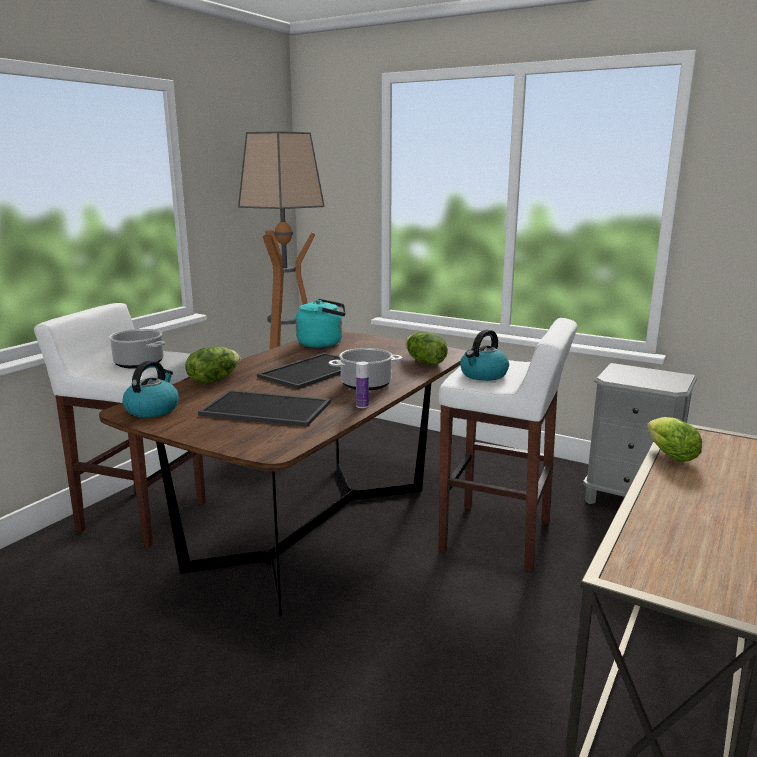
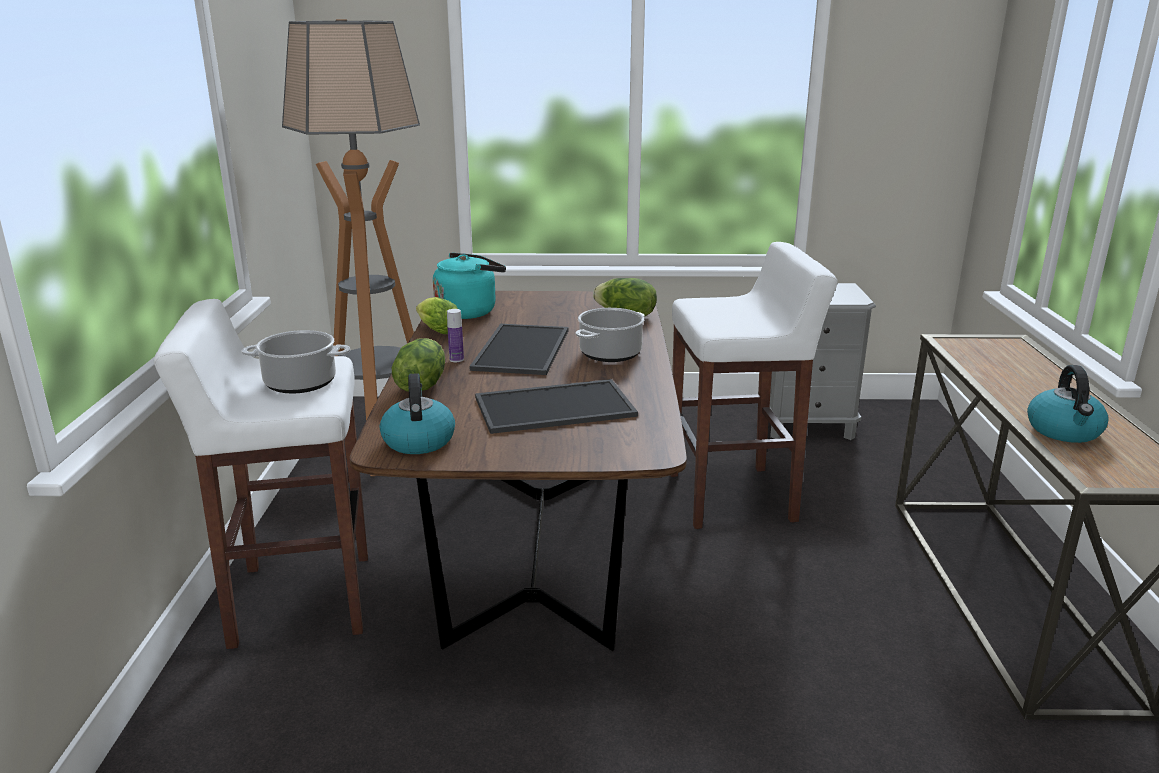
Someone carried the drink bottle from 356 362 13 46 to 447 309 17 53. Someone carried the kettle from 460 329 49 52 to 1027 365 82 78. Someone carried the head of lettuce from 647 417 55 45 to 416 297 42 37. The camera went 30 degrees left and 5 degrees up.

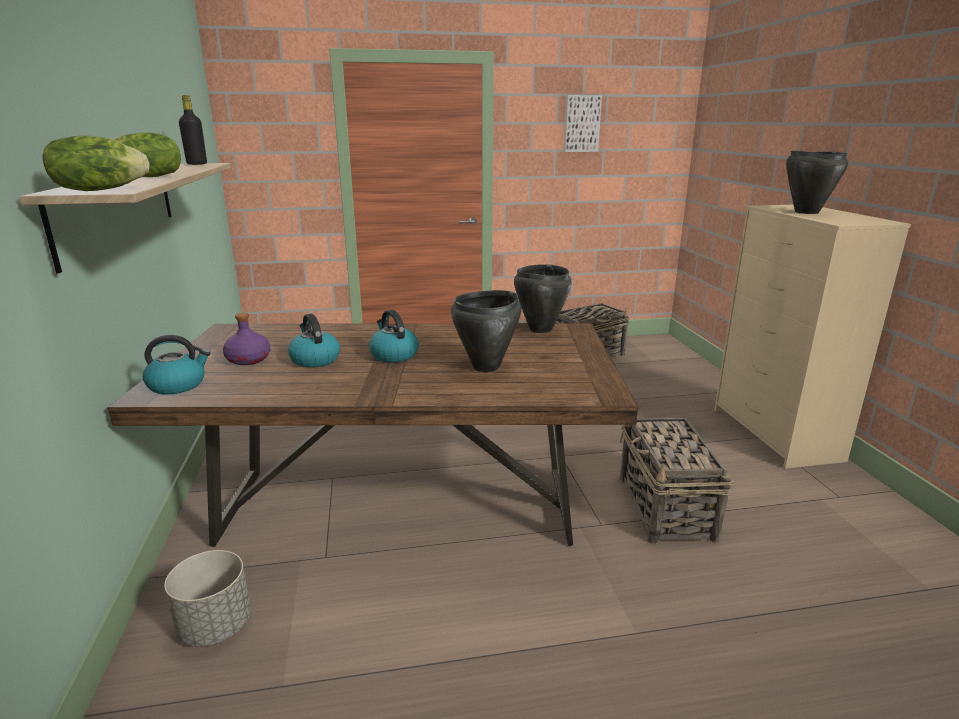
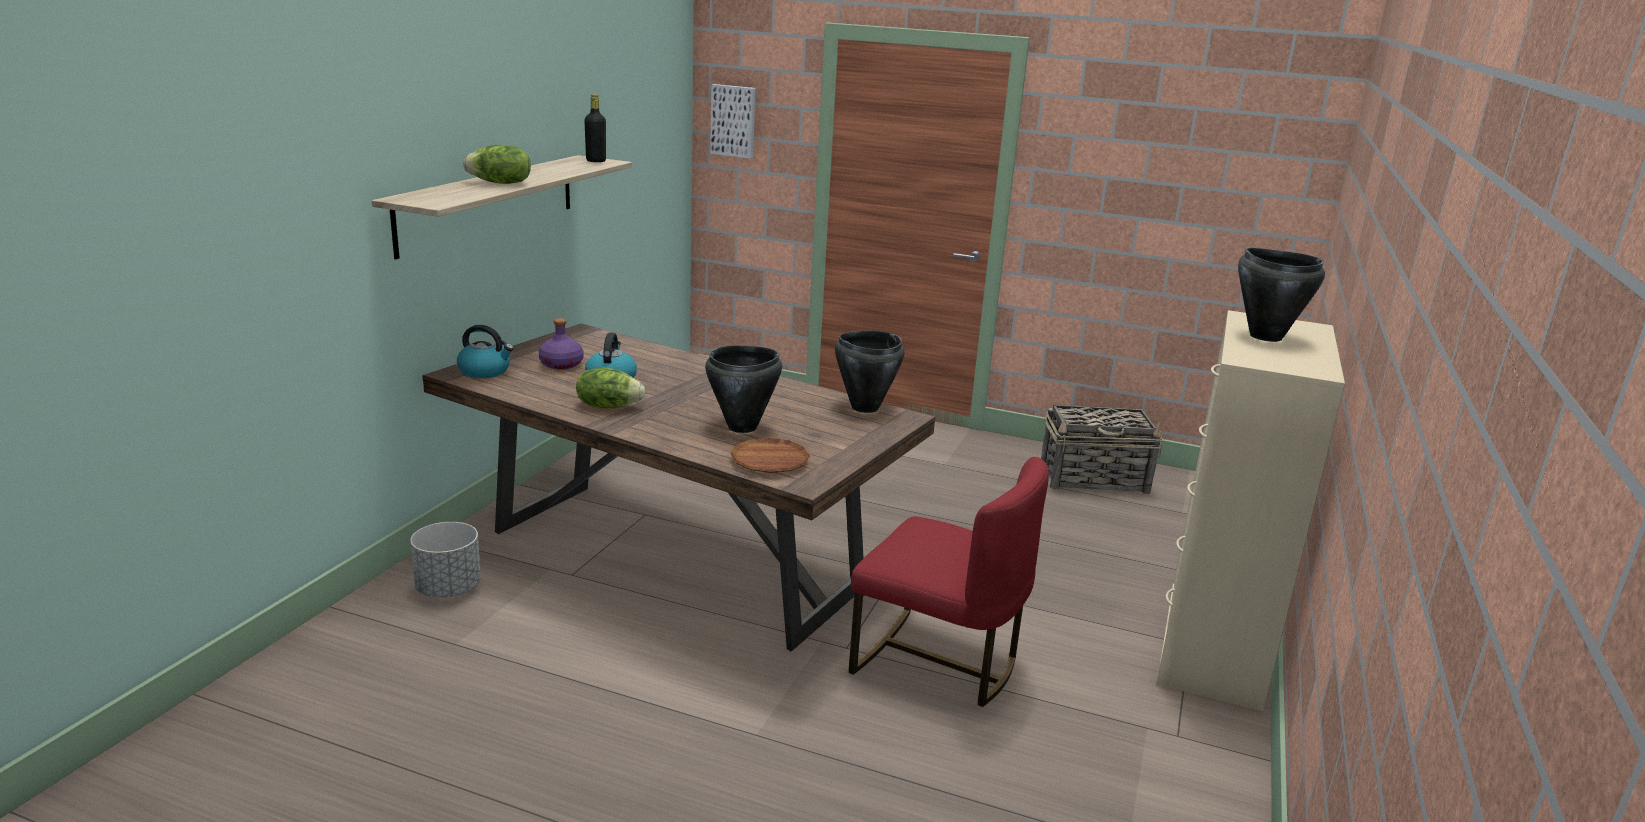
Someone carried the head of lettuce from 43 135 107 56 to 576 368 69 40. Someone took away the kettle at 369 310 50 53. Someone carried the wall art from 564 95 38 57 to 710 84 45 75. Someone swapped the household basket at 620 418 113 126 for the plain chair (reddish) at 849 457 200 250. Someone put down the plate (brown) at 730 438 80 35. The camera went 30 degrees right and 0 degrees up.

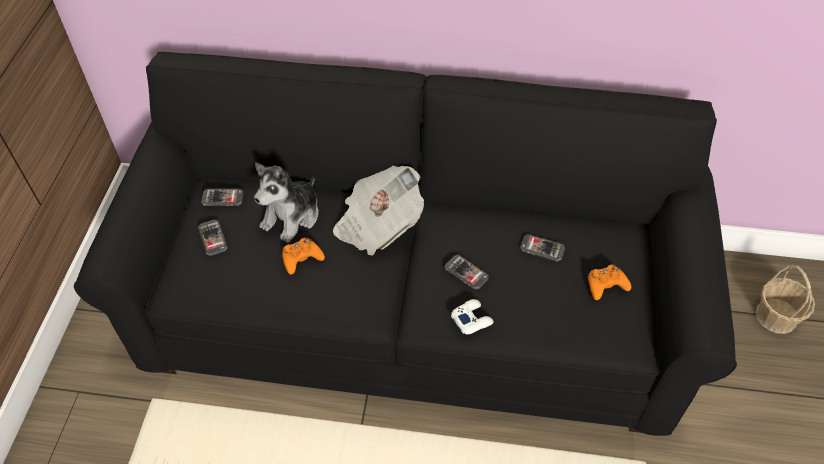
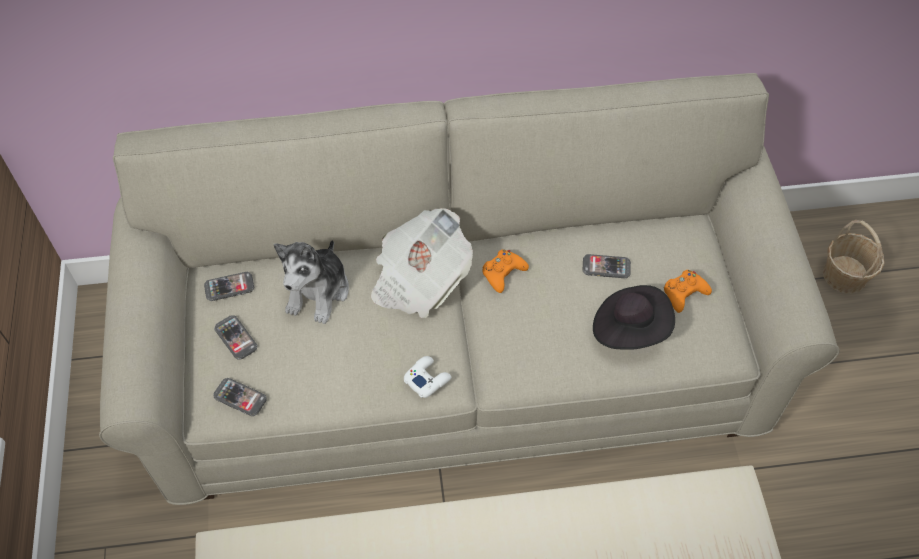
Someone repainted the sofa (blackish) at 74 52 663 384, which became the sofa (beige-coloured) at 99 73 741 432. Someone carried the game controller (orange) from 282 238 43 37 to 483 250 46 43. Someone carried the phone from 445 255 44 34 to 213 378 54 38. Someone carried the game controller (white) from 451 299 42 36 to 404 356 47 42. Someone put down the clothing hat (blackish) at 593 285 82 65. The camera went 15 degrees left and 5 degrees up.

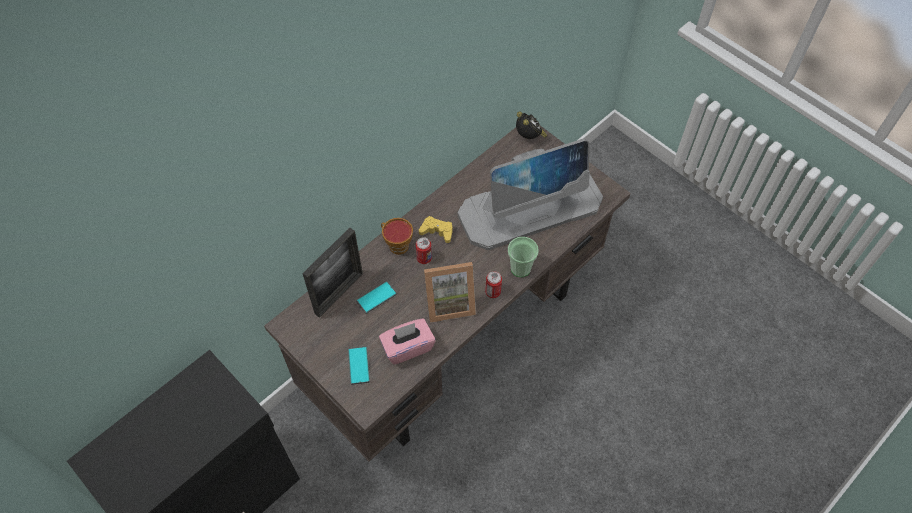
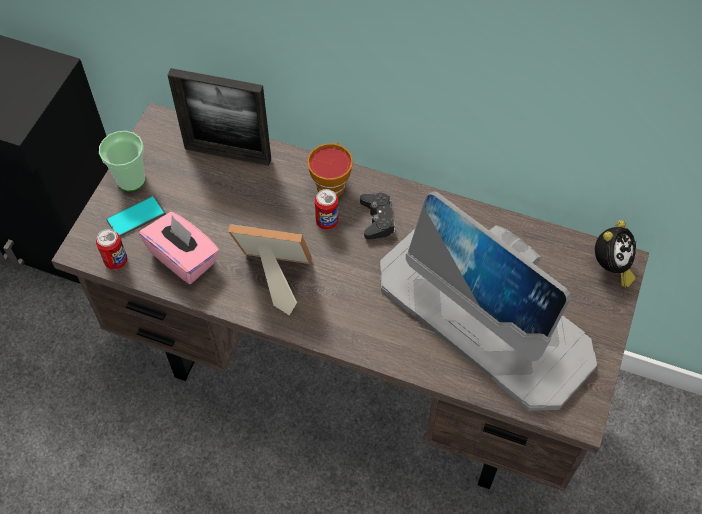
Someone took away the phone at 356 281 41 33. Someone repainted the game controller (yellowish) at 419 216 33 27, which became the game controller (blackish) at 360 193 35 47. Someone rotated the picture frame at 424 262 52 61 by 135 degrees clockwise. Someone carried the sealed can from 485 271 17 27 to 96 229 31 41. Someone carried the small cup from 508 237 31 40 to 99 131 47 61. The camera went 65 degrees right and 0 degrees up.

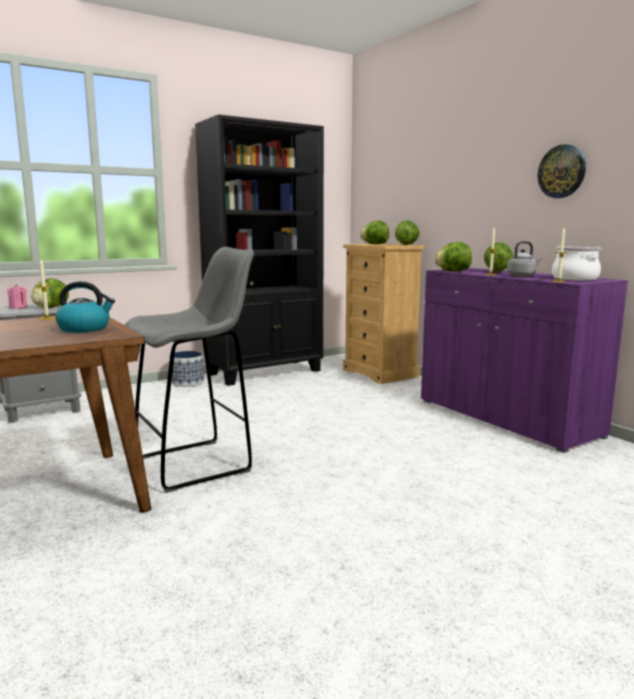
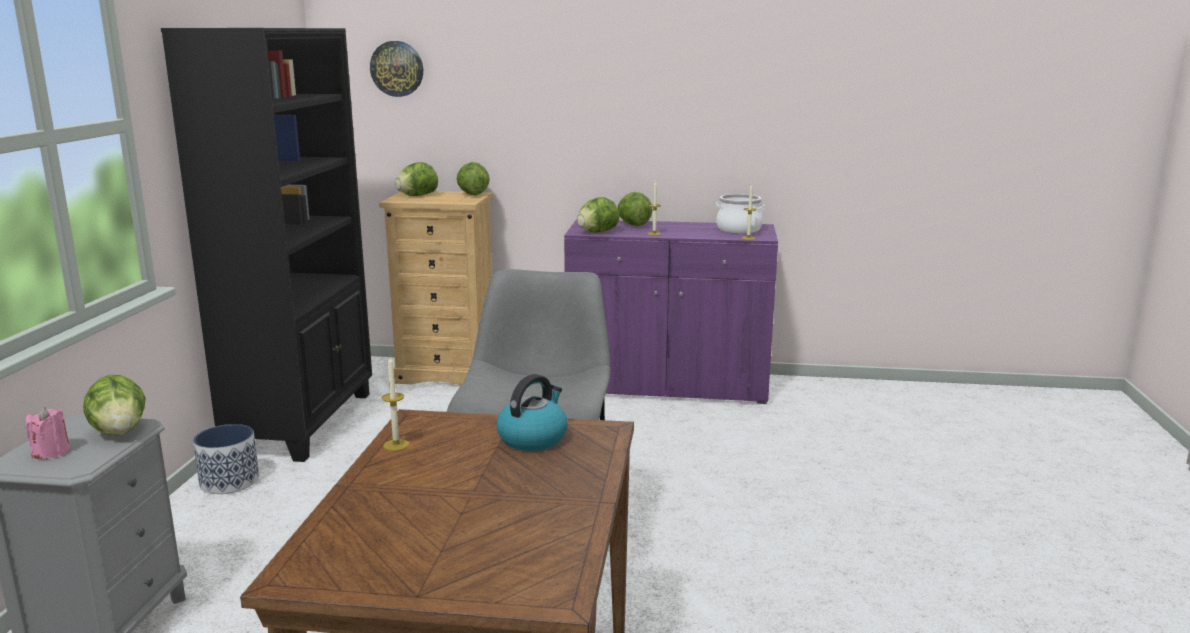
Someone took away the kettle (greyish) at 507 241 35 36. Someone carried the clock on the wall from 538 144 48 54 to 370 41 53 56. The camera went 50 degrees left and 5 degrees up.

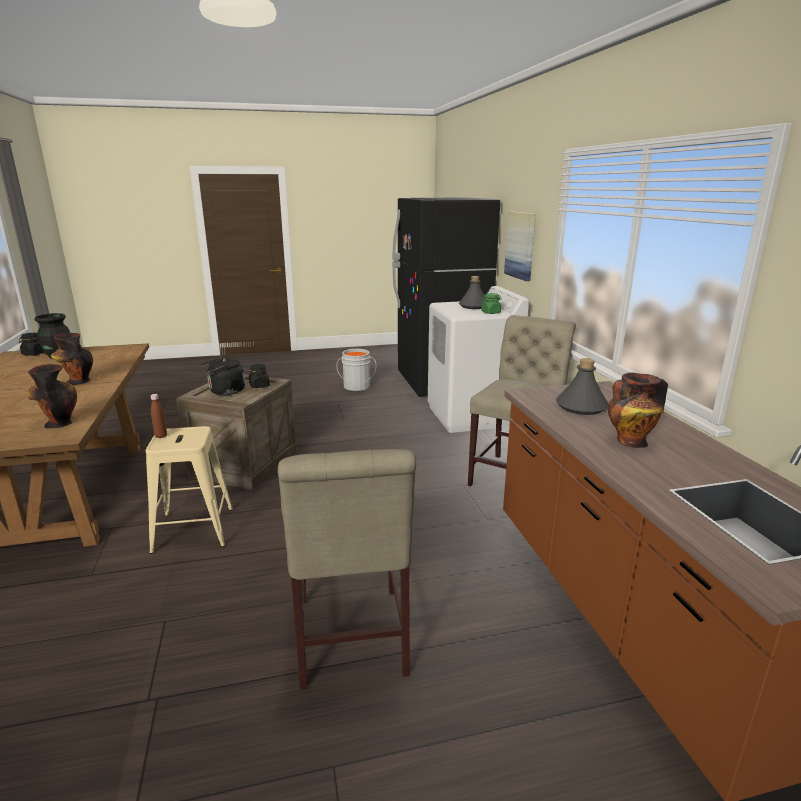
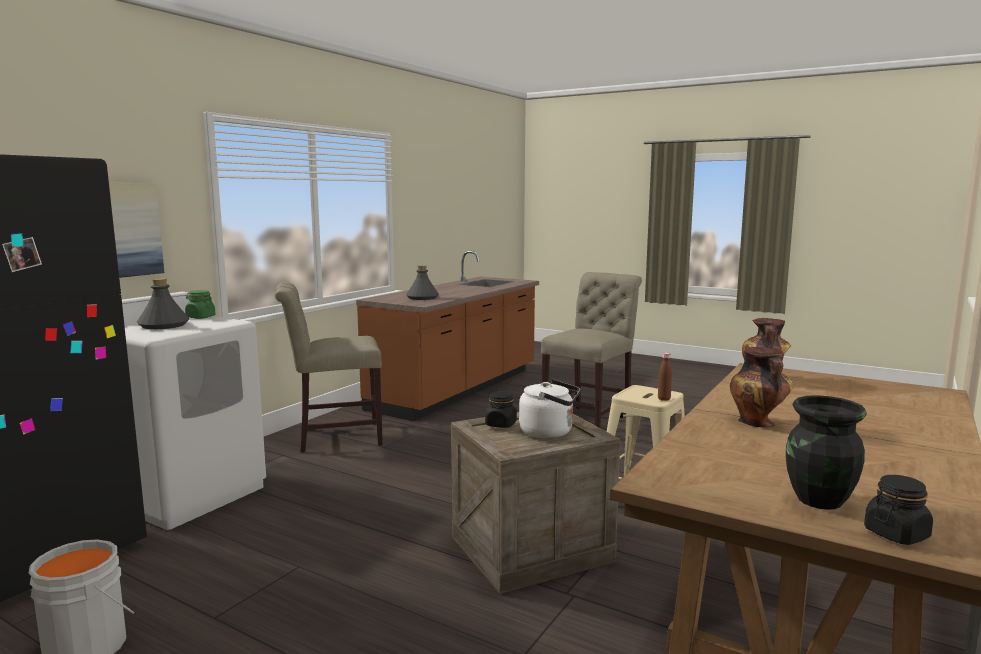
Someone repainted the kettle (blackish) at 202 356 43 39, which became the kettle (white) at 519 379 61 60. Someone took away the decorative vase at 608 372 60 76. The camera went 135 degrees left and 10 degrees down.

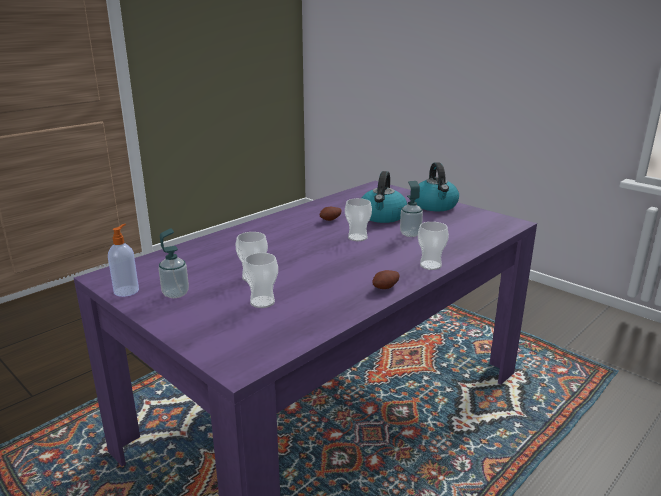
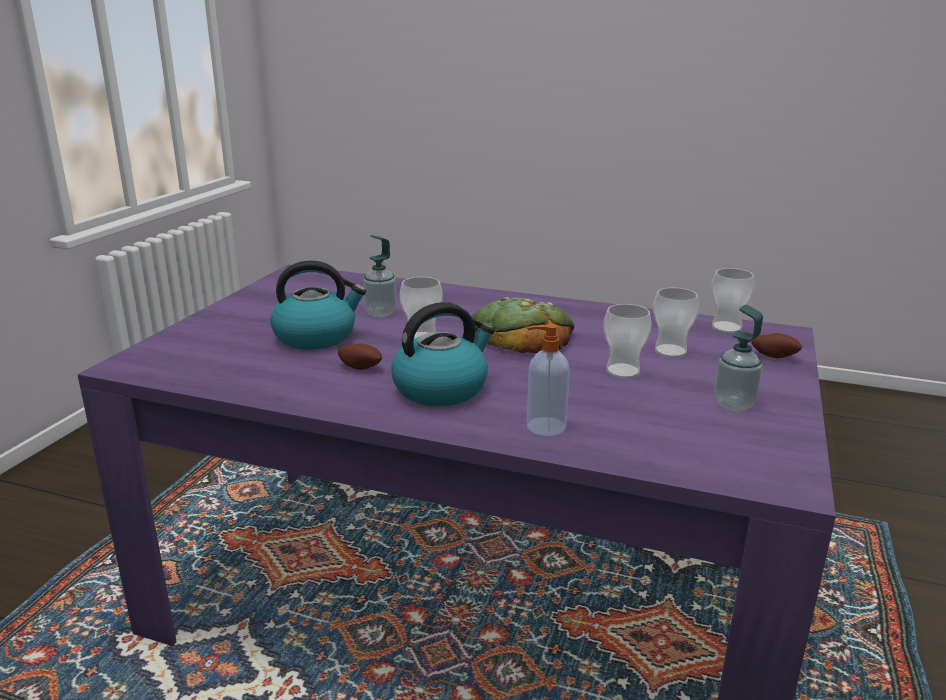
Someone carried the soap dispenser from 108 224 31 73 to 527 324 43 112. Someone carried the spud from 372 270 27 19 to 751 333 51 25. Someone carried the kettle from 414 162 45 49 to 391 302 104 104. Someone carried the small cup from 418 222 31 48 to 711 268 44 65. Someone put down the bakery bread at 471 297 104 56. The camera went 115 degrees left and 0 degrees up.

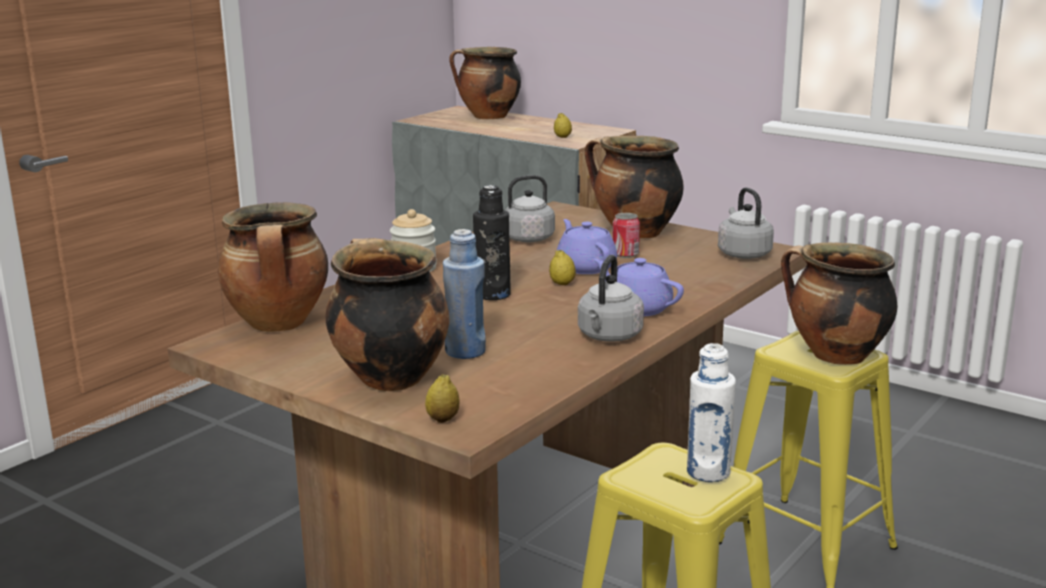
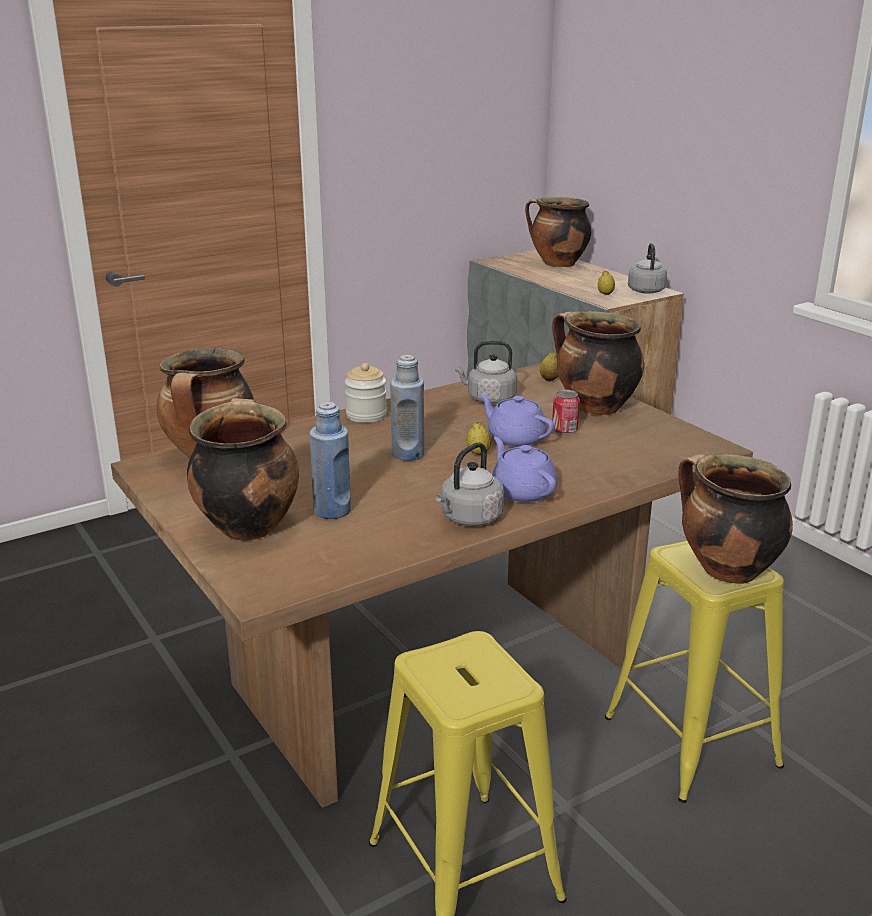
Someone carried the lemon from 425 374 35 49 to 540 352 18 29. Someone repainted the drink bottle (blackish) at 473 185 38 115, which became the drink bottle (blue-coloured) at 390 355 34 106. Someone rotated the teapot (purple) at 557 219 60 55 by 45 degrees counterclockwise. Someone took away the drink bottle (white) at 687 343 49 139. Someone carried the kettle (greyish) from 718 187 56 72 to 628 243 39 51. The camera went 20 degrees right and 5 degrees up.

